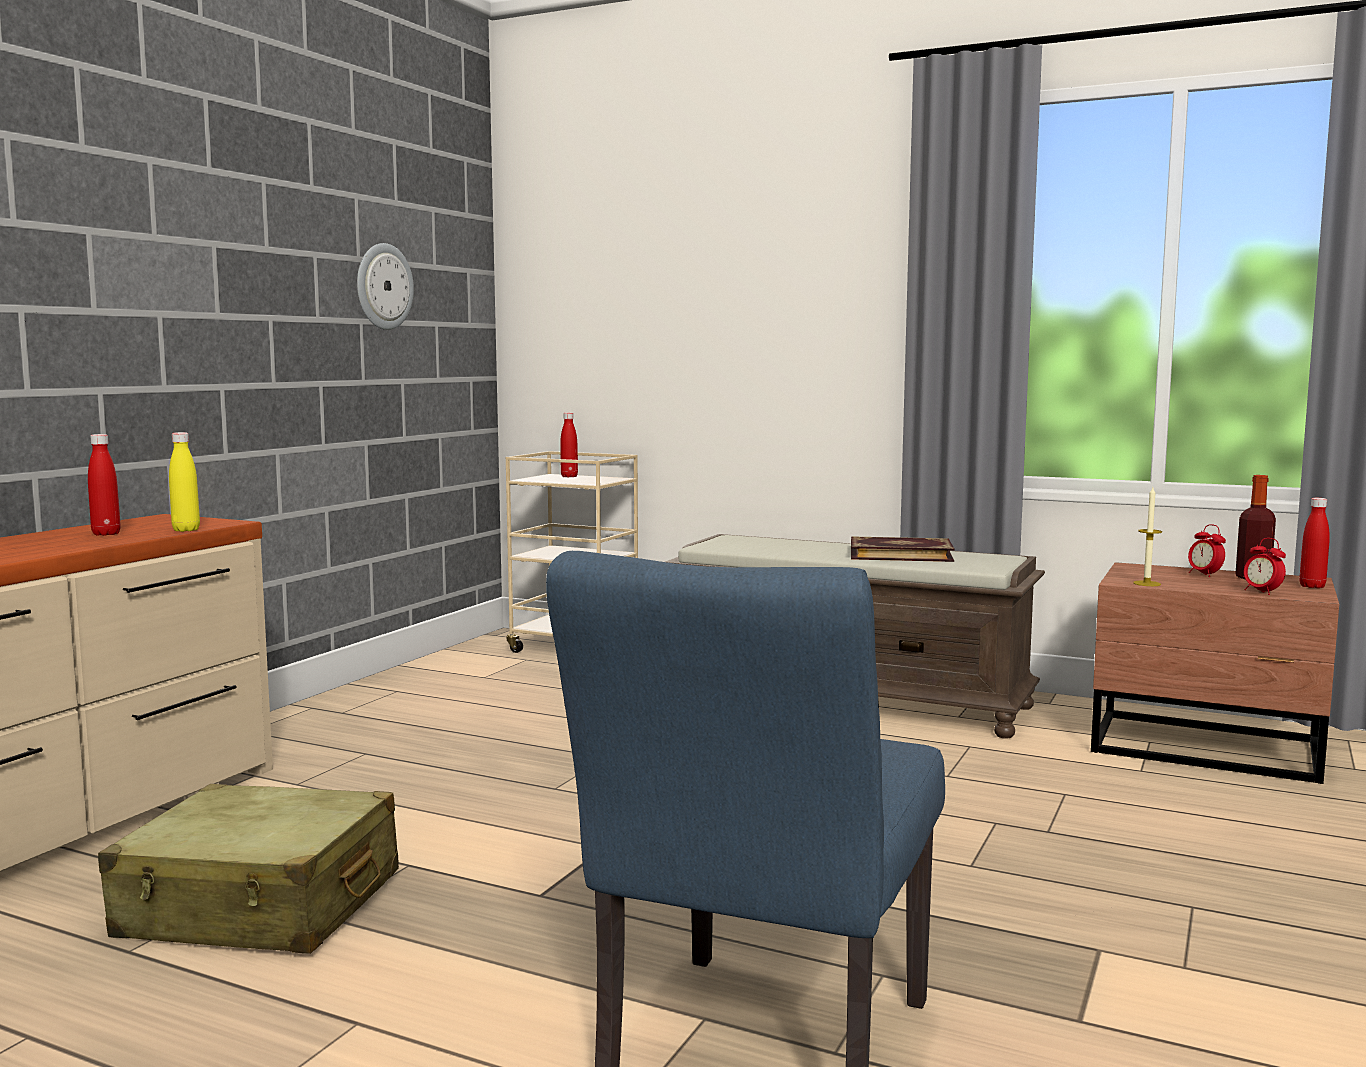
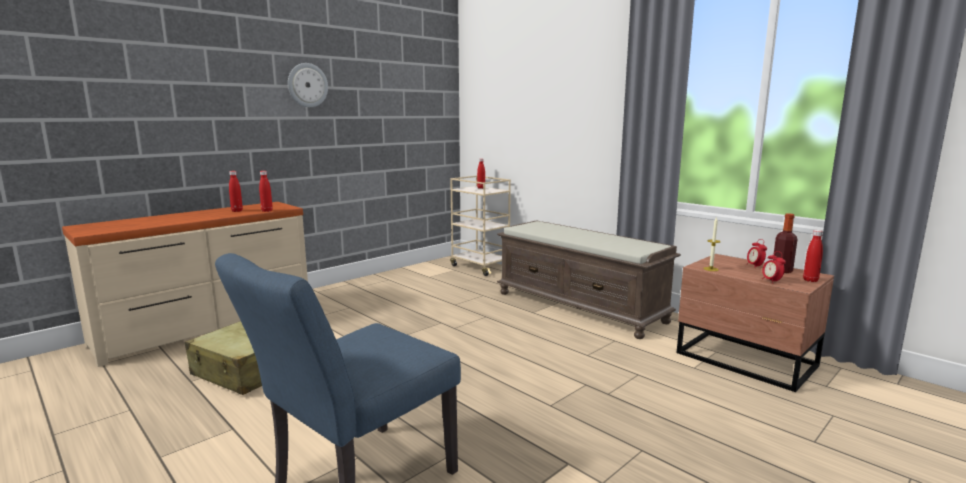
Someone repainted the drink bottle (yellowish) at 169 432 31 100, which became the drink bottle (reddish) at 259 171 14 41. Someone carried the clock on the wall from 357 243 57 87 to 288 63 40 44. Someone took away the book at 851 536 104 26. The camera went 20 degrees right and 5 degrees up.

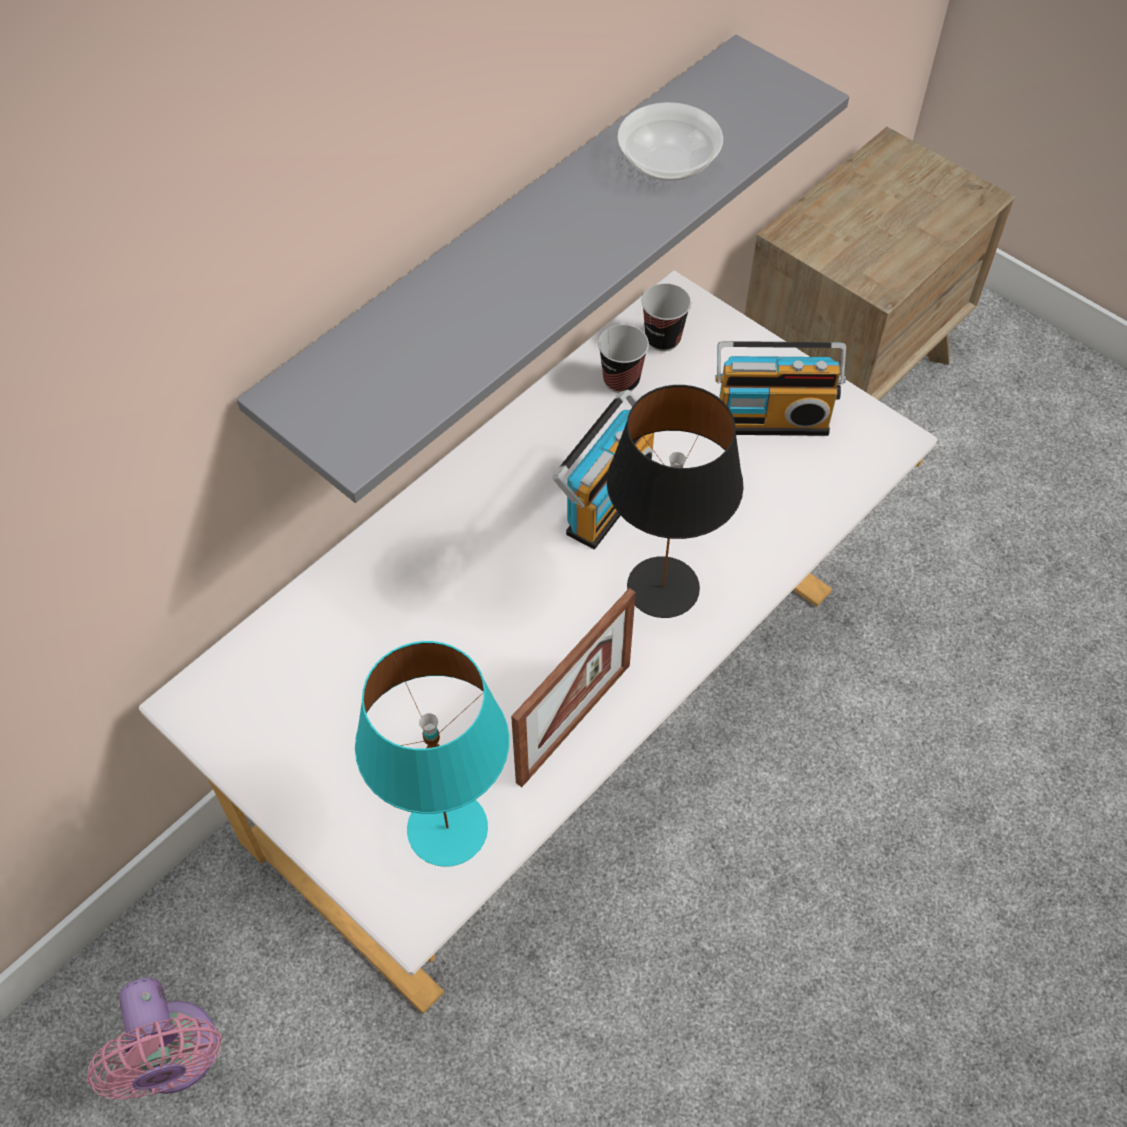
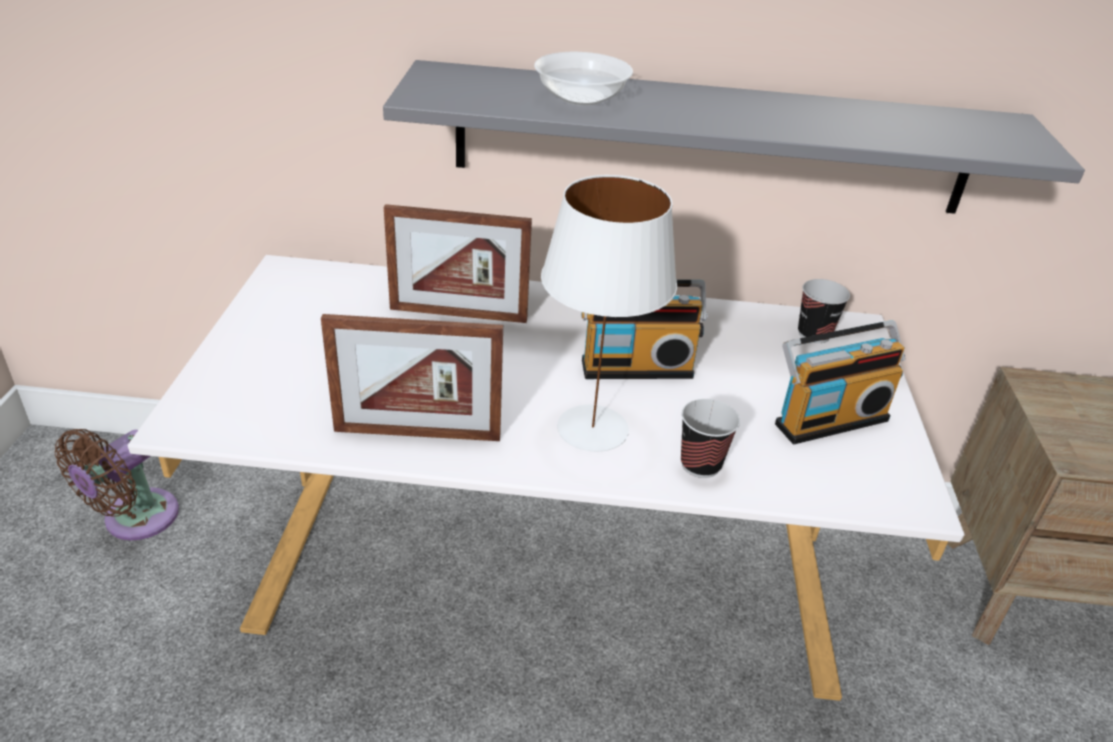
Someone repainted the fan (pink) at 87 978 135 122, which became the fan (brown) at 55 429 124 111. Someone took away the lamp for a table (turquoise-coloured) at 355 641 154 226. Someone carried the small cup from 598 325 51 68 to 681 399 59 79. Someone repainted the lamp for a table (blackish) at 607 385 137 233, which became the lamp for a table (white) at 541 175 136 277. Someone carried the deep dish from 618 102 105 79 to 534 52 99 54. Someone rotated the radio set at 715 341 131 95 by 75 degrees counterclockwise. Someone put down the picture frame at 384 204 148 119. The camera went 50 degrees right and 20 degrees down.

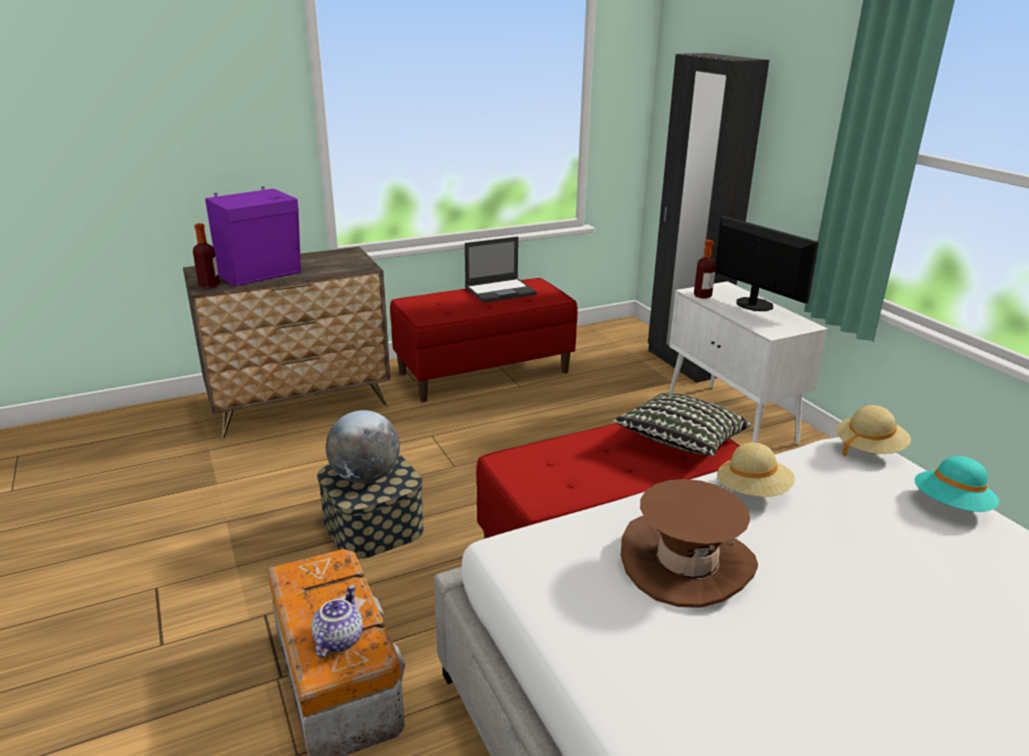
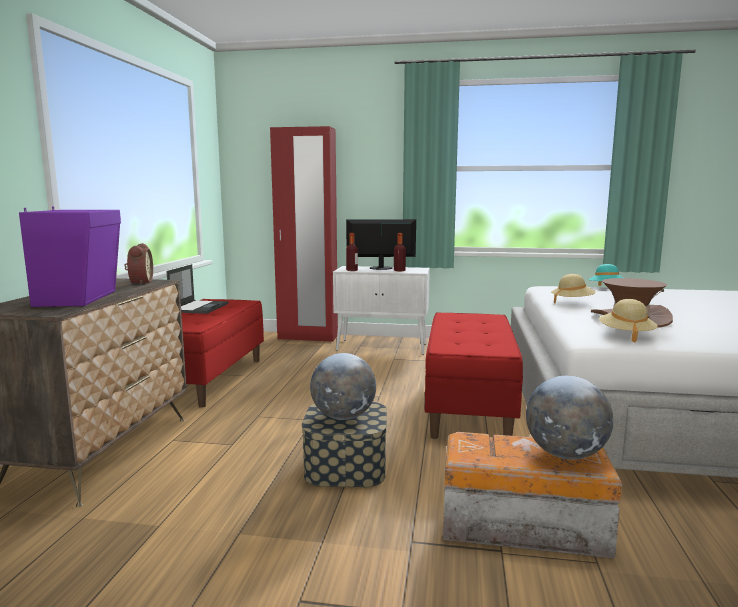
Someone carried the drink bottle from 193 223 27 66 to 394 233 12 39. Someone swapped the teapot at 311 585 52 73 for the globe at 526 376 87 83. Someone took away the throw pillow at 614 393 137 63. Someone repainted the clothes cupboard (blackish) at 648 53 121 330, which became the clothes cupboard (reddish) at 270 126 68 216. Someone carried the clothing hat (beige-coloured) from 836 405 75 52 to 599 299 59 44. Someone put down the alarm clock at 124 243 29 42. The camera went 55 degrees left and 15 degrees down.

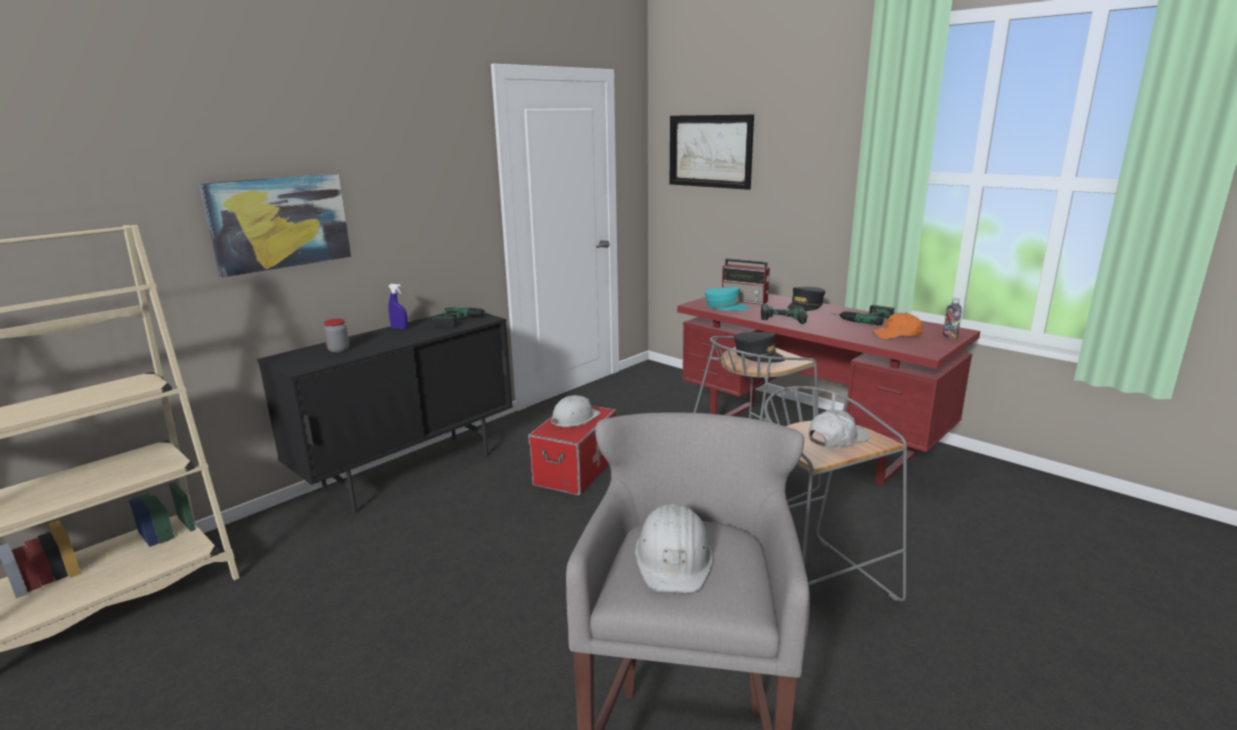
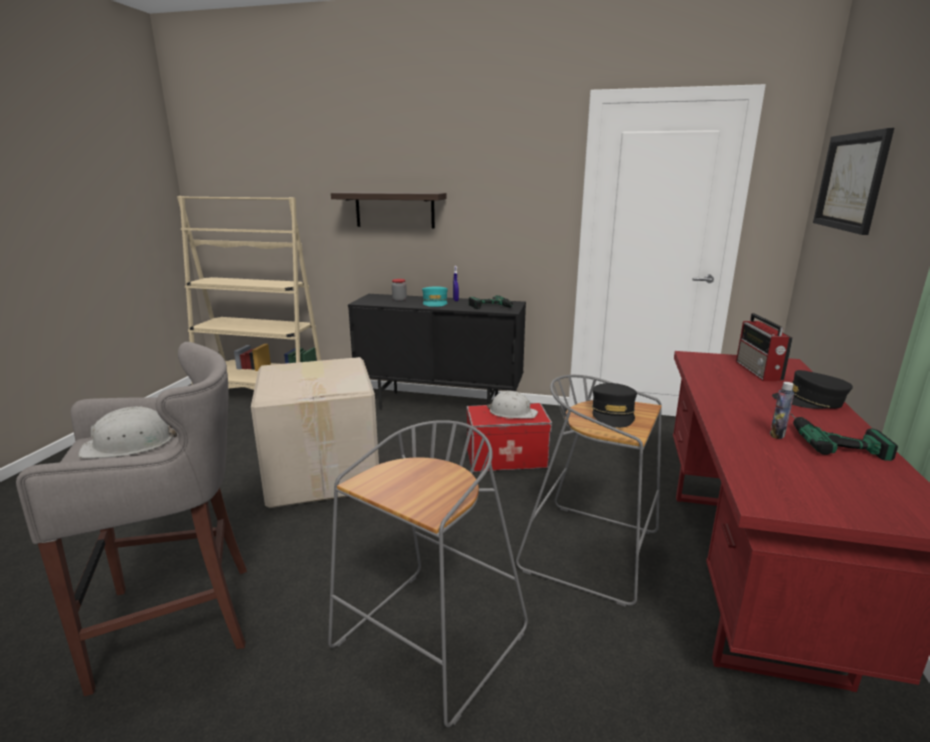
Someone swapped the wall art at 200 174 151 104 for the shelf at 331 192 116 36. Someone carried the peaked cap (turquoise-coloured) from 705 287 45 24 to 422 286 26 21. Someone took away the electric drill at 761 305 47 20. Someone took away the peaked cap (white) at 809 409 60 39. Someone took away the peaked cap (orange) at 872 312 51 27. Someone carried the drink bottle from 943 298 19 41 to 770 382 24 57. Someone put down the packing box at 251 357 128 151. The camera went 60 degrees right and 0 degrees up.

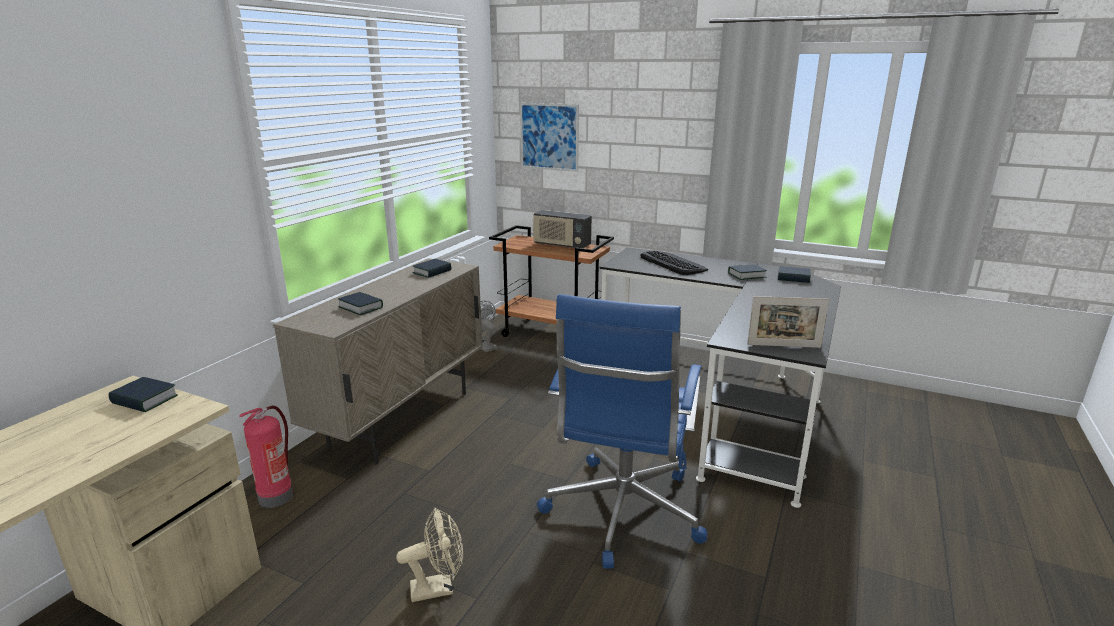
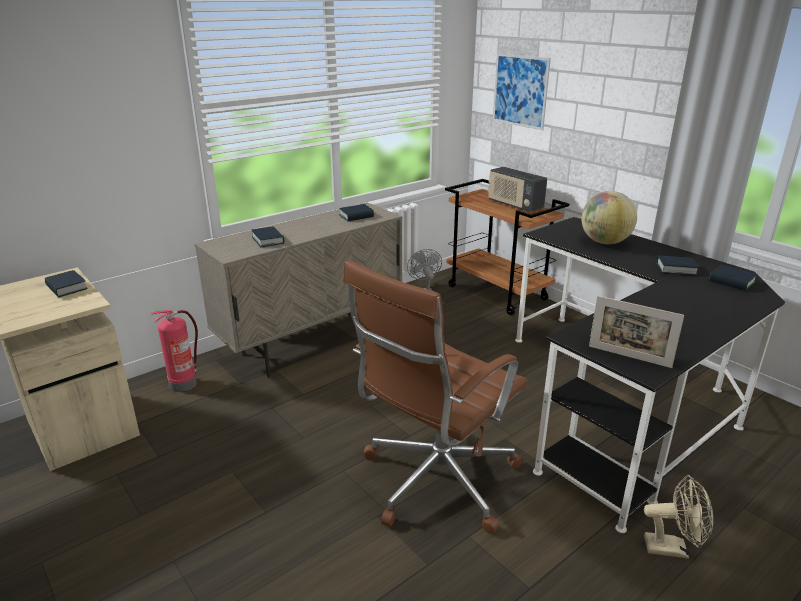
Someone carried the fan (beige-coloured) from 396 508 67 94 to 644 475 69 84. Someone repainted the desk chair (blue-coloured) at 537 294 170 275, which became the desk chair (brown) at 343 260 185 273. Someone swapped the PC keyboard at 640 251 68 24 for the globe at 582 191 55 53. The camera went 25 degrees right and 5 degrees up.

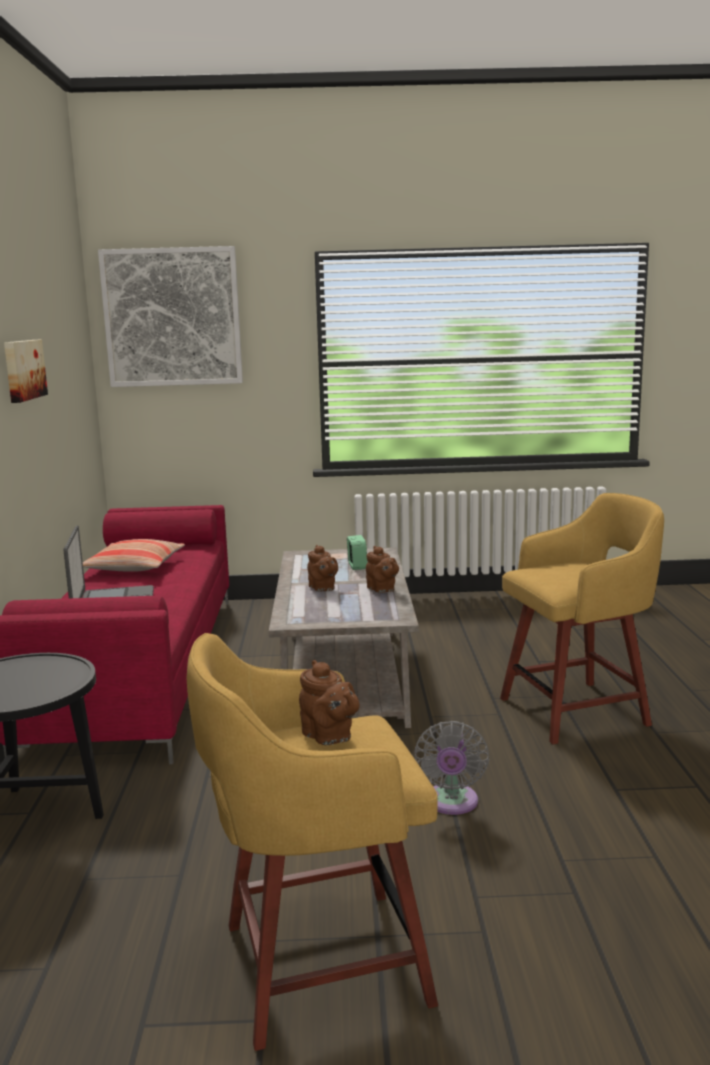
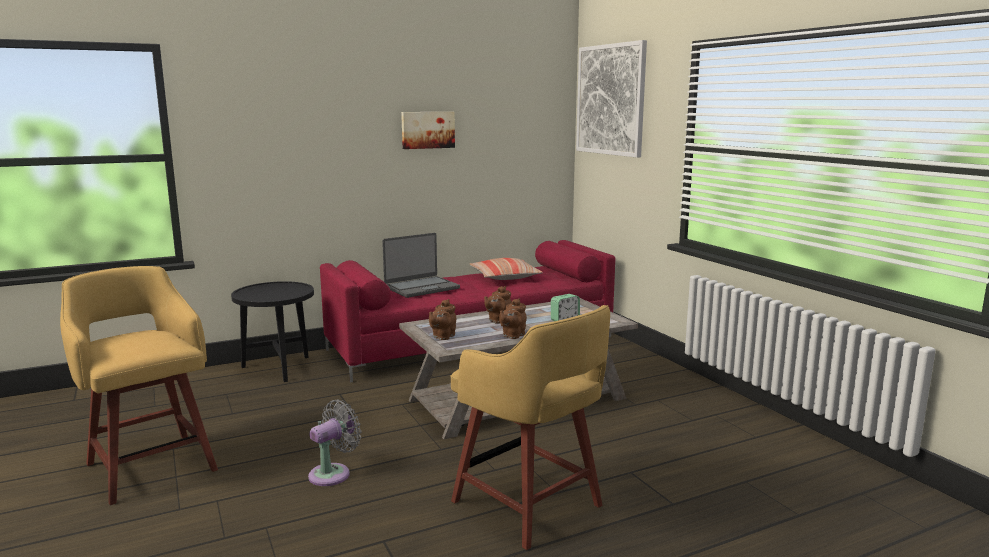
Someone carried the teapot (brown) from 299 660 60 85 to 429 299 27 41. Someone rotated the fan (greyish) at 414 721 75 94 by 150 degrees clockwise. The camera went 65 degrees right and 0 degrees up.

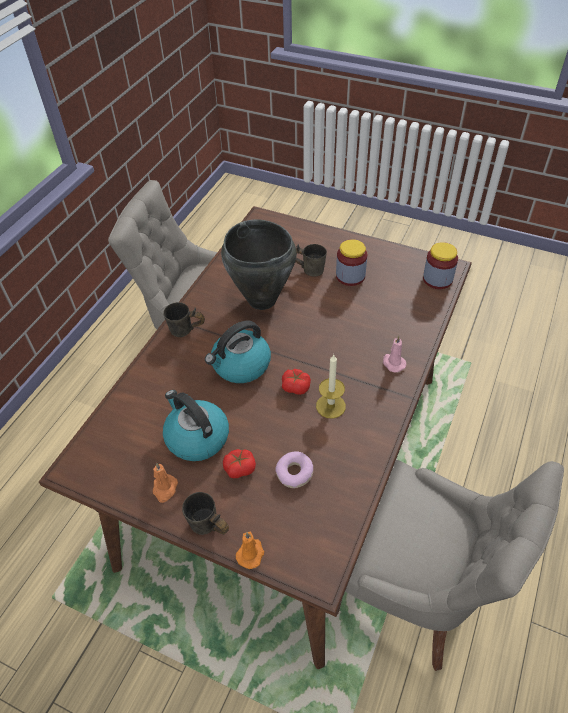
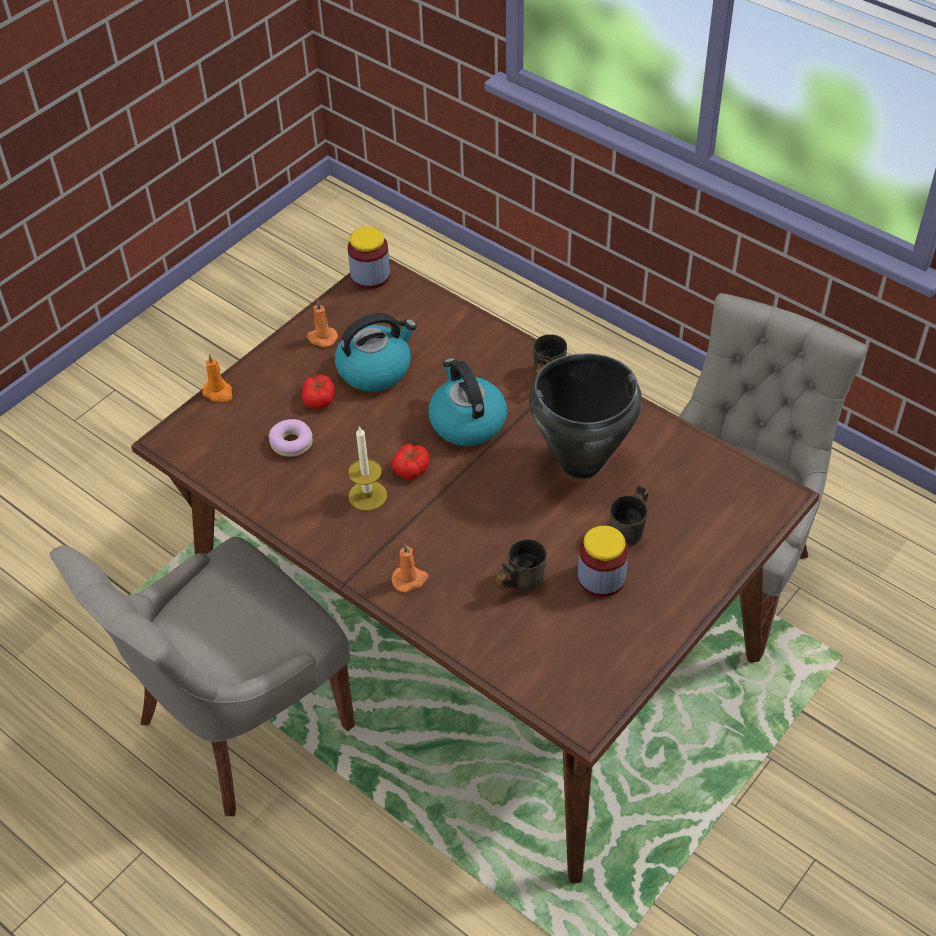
Someone carried the mug (greyish) from 182 492 47 43 to 494 539 53 52. Someone repainted the wax candle (pink) at 383 336 23 36, which became the wax candle (orange) at 391 543 37 49. Someone carried the preserve jar from 423 242 35 47 to 348 227 42 62. The camera went 105 degrees right and 0 degrees up.

